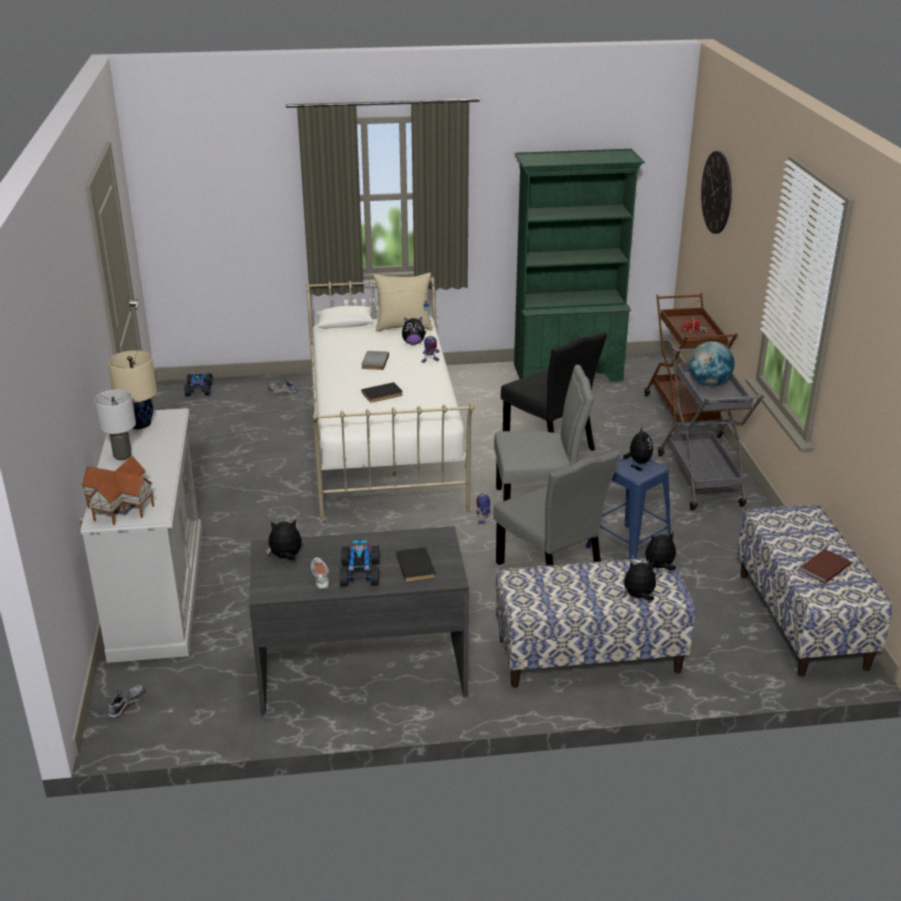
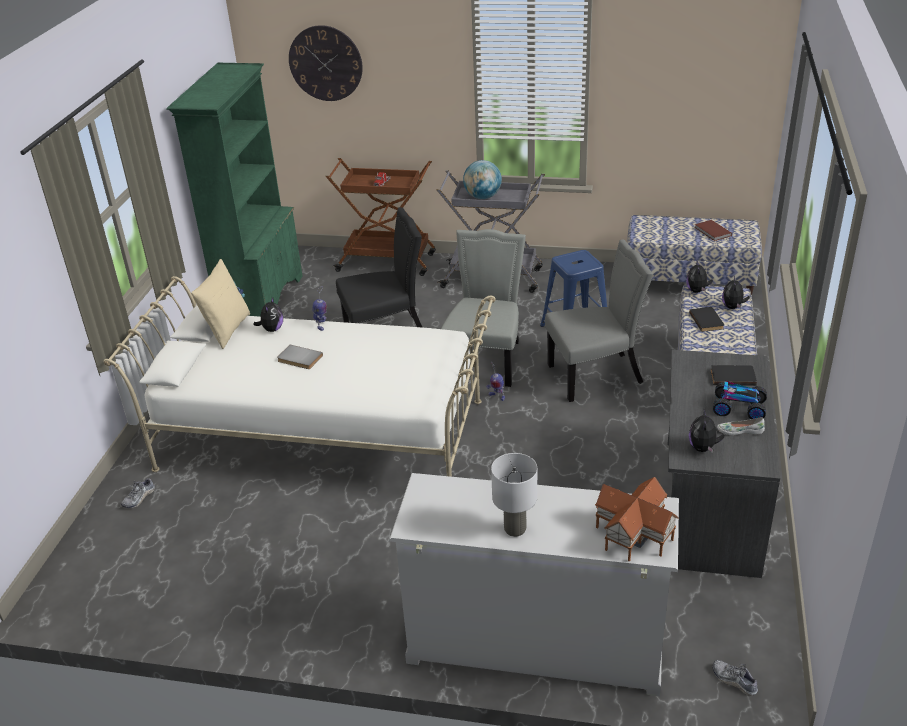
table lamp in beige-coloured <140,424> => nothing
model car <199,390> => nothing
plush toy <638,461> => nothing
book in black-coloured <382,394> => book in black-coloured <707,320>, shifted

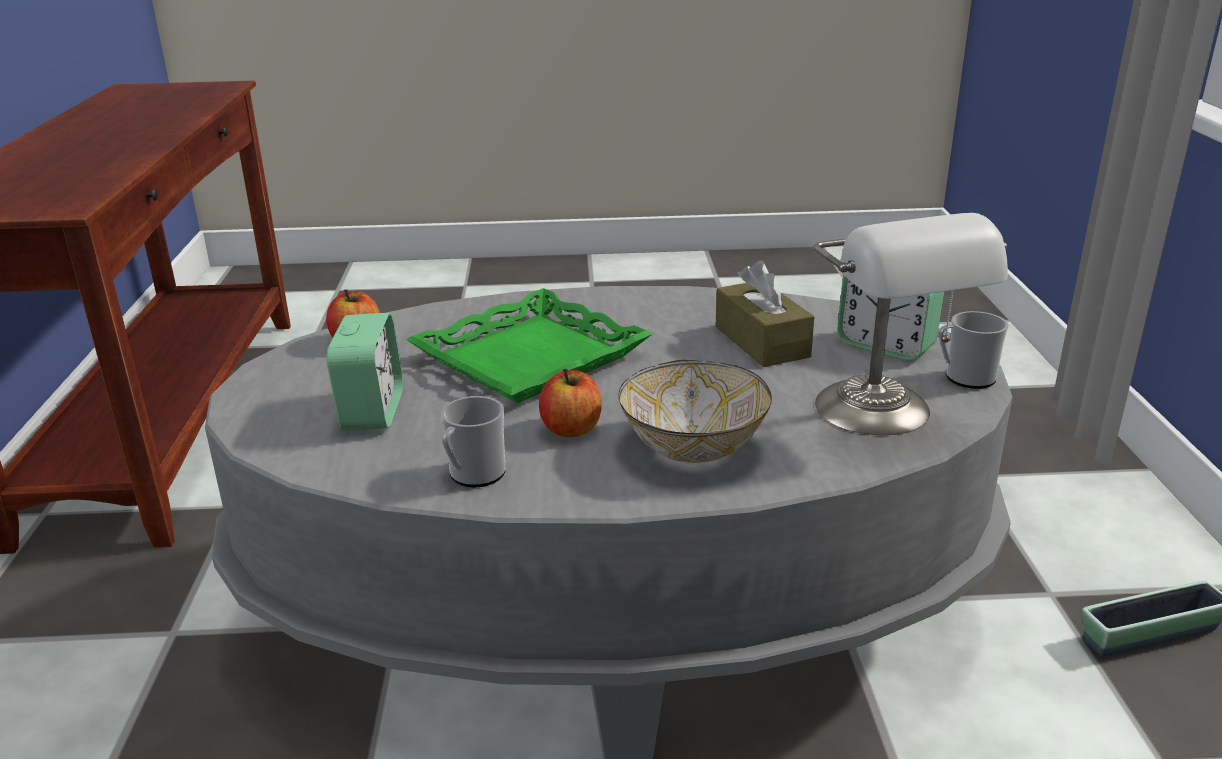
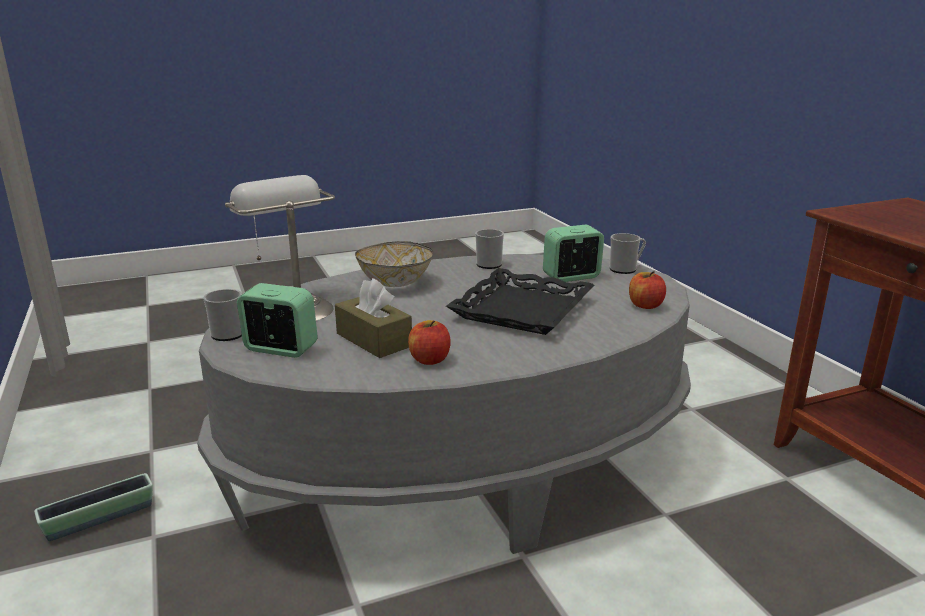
nothing => tea mug <625,269>
apple <571,429> => apple <429,359>, shifted
tray in green <529,357> => tray in black-coloured <523,310>
alarm clock <372,411> => alarm clock <571,277>, 90 degrees clockwise

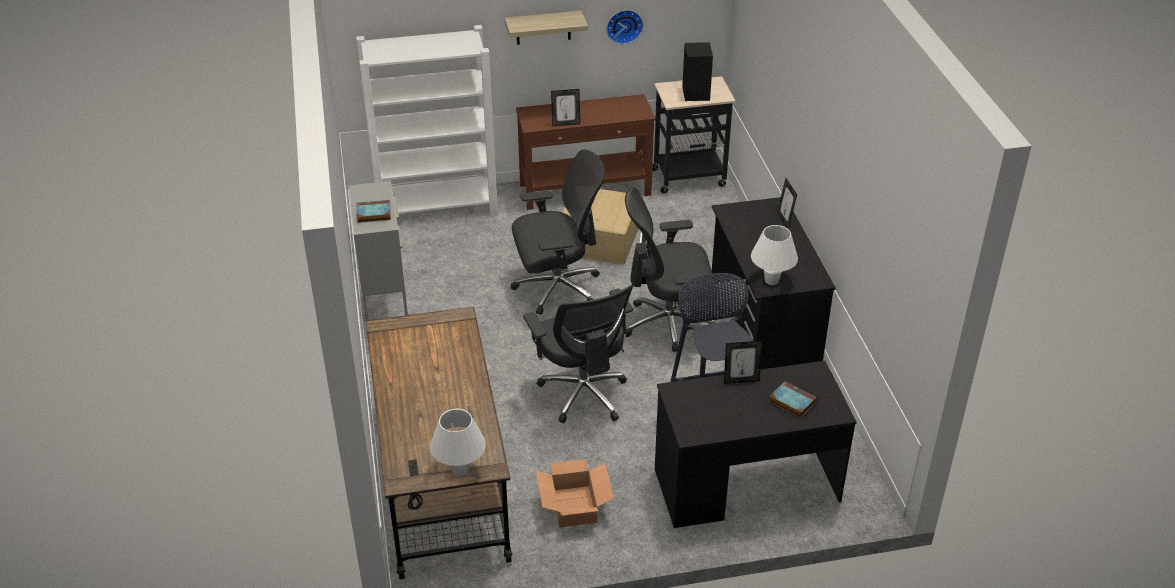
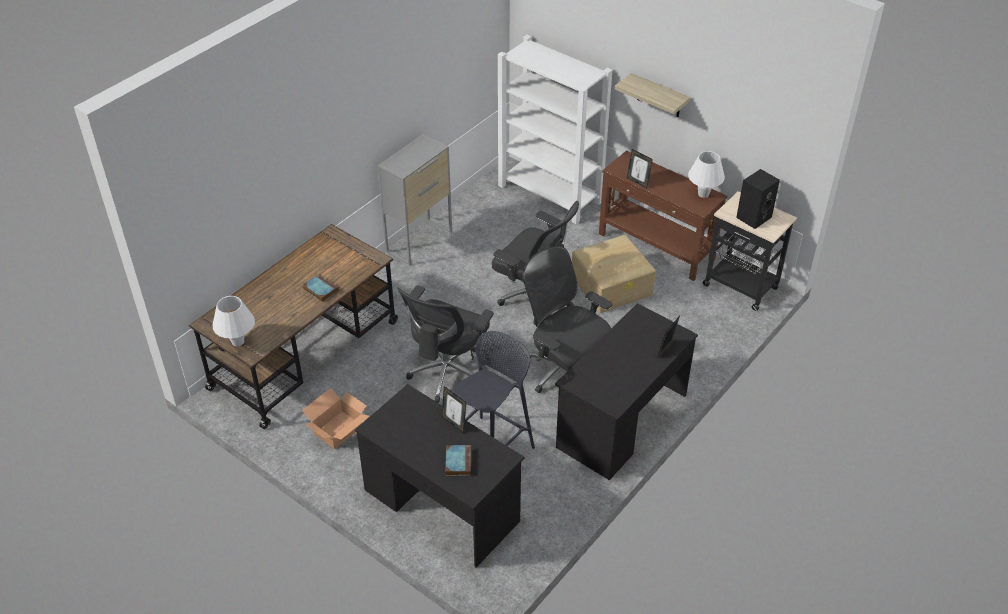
hanging clock <624,25> => nothing
book <373,214> => book <320,289>, shifted
table lamp in whitish <771,280> => table lamp in whitish <703,194>, shifted

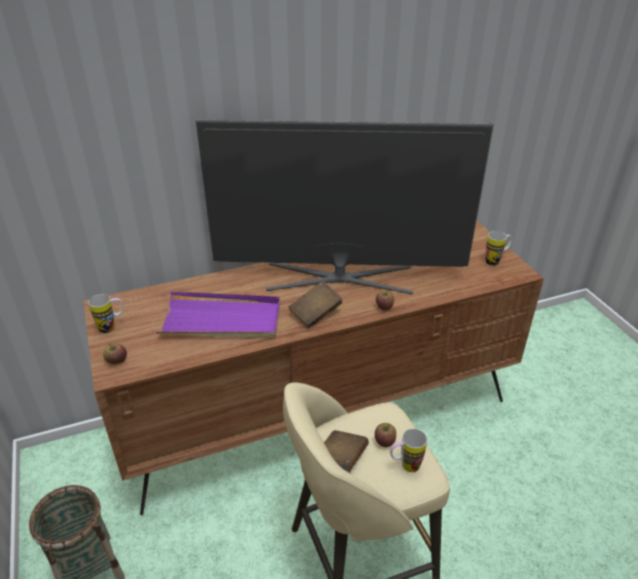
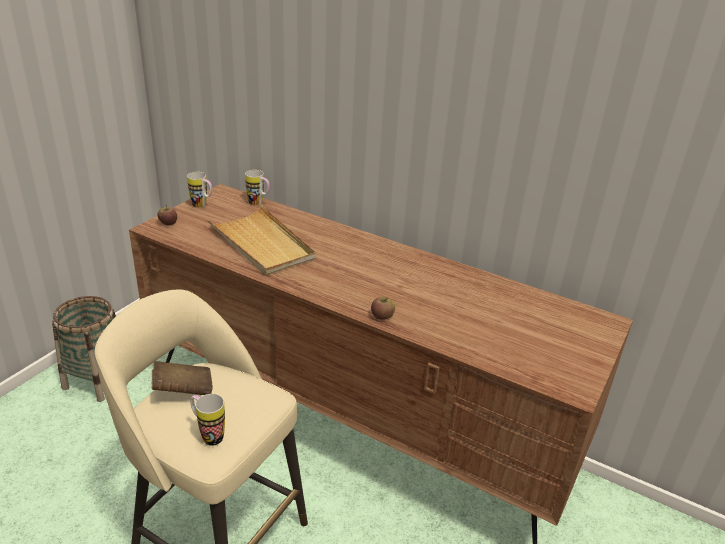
TV set <340,277> => nothing
book in brownish <315,314> => nothing
apple <384,441> => nothing
tea mug <495,261> => tea mug <259,203>, shifted
tray in purple-coloured <222,320> => tray in beige-coloured <261,243>

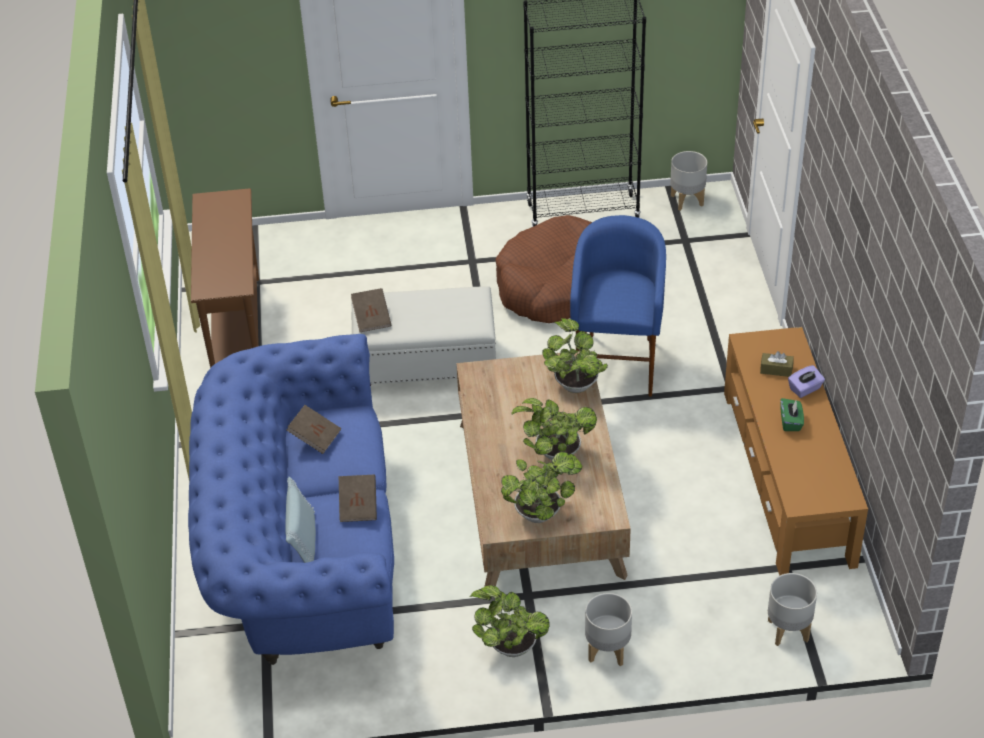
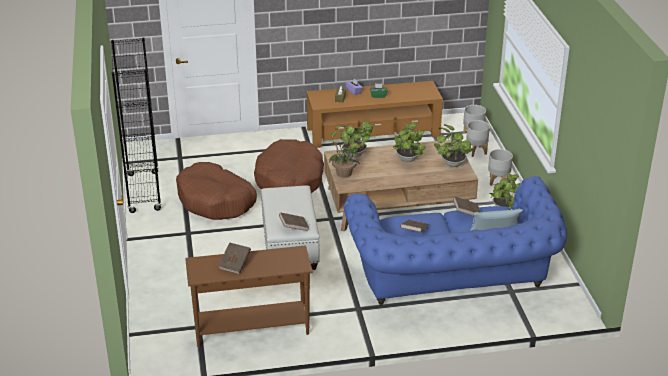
nothing => book in brownish <235,264>
nothing => potted plant <344,174>
plant pot in greyish <687,201> => plant pot in greyish <476,151>, shifted
stool in blue <617,364> => dog cushion in brownish <290,180>

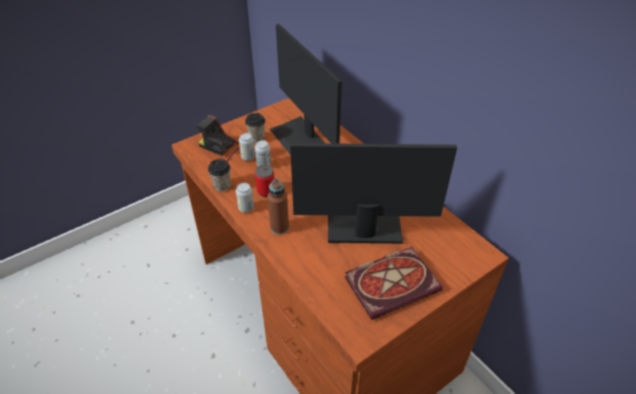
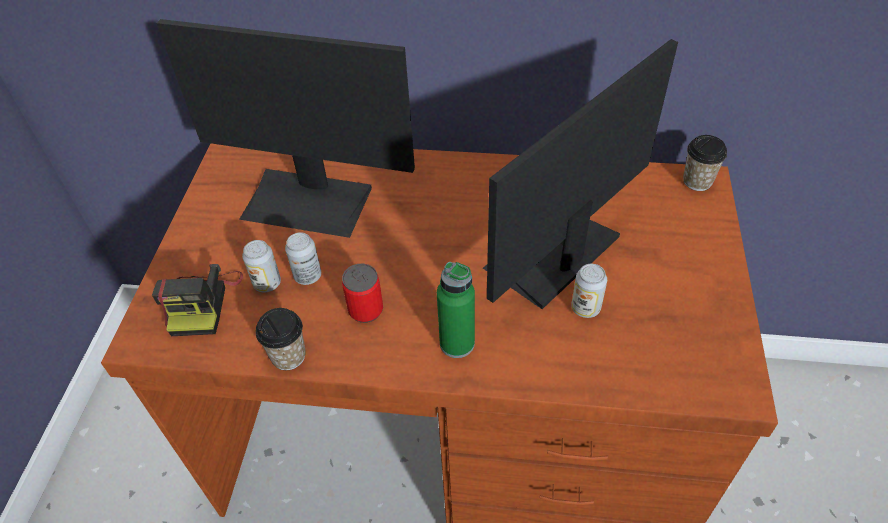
book <393,282> => nothing
can <246,208> => can <585,308>, shifted
drinking cup <257,138> => drinking cup <697,181>, shifted
bottle in brownish <279,227> => bottle in green <457,343>
photo camera <221,148> => photo camera <203,302>, 75 degrees counterclockwise

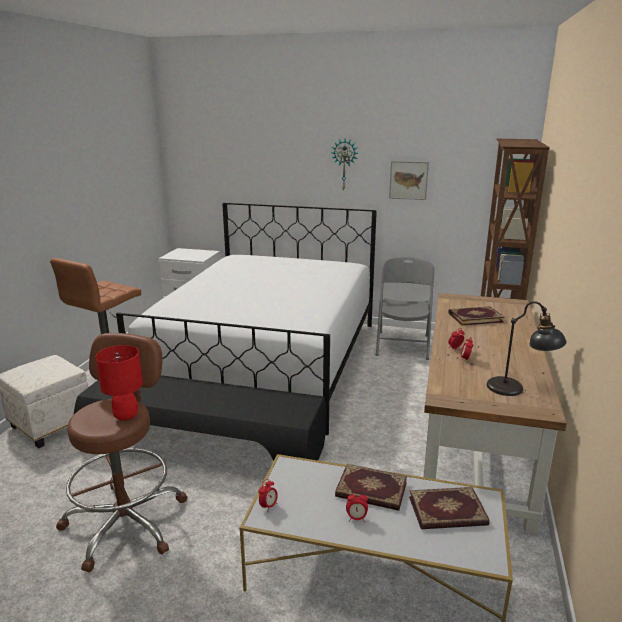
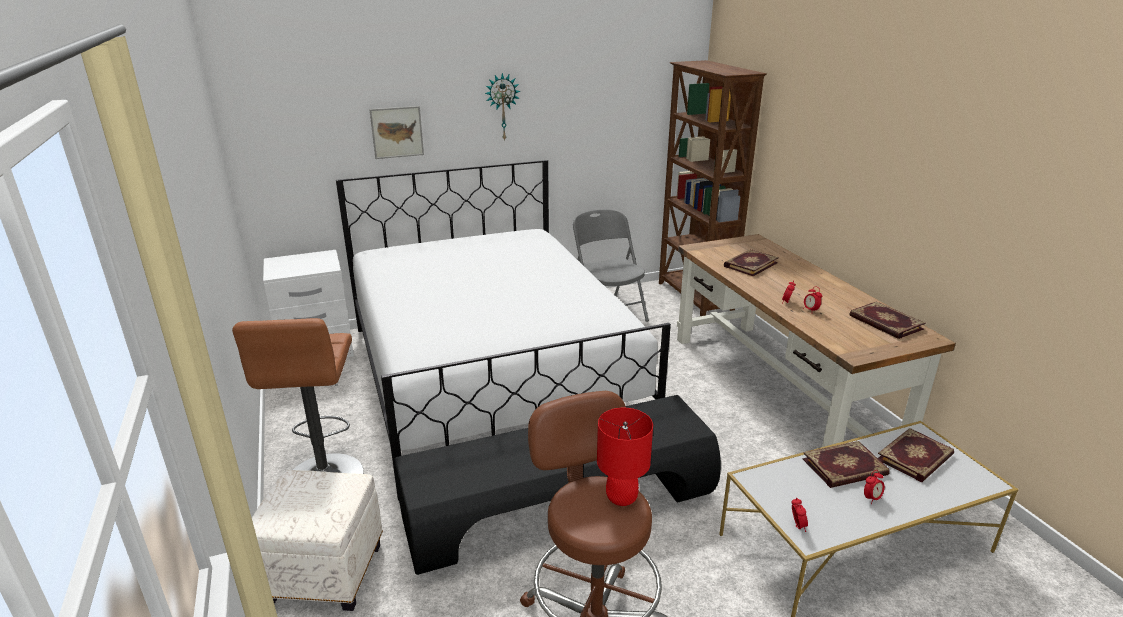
wall picture <408,180> => wall picture <397,132>, shifted
table lamp in greyish <520,387> => book <885,323>

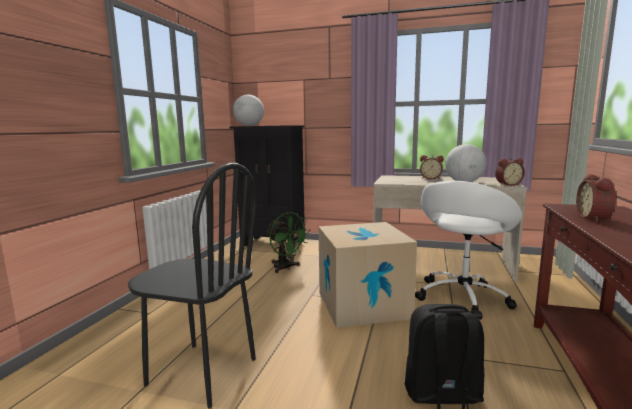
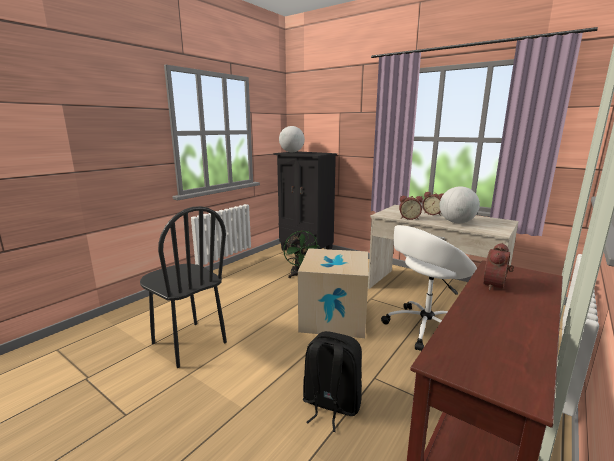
alarm clock <507,184> => alarm clock <409,218>, shifted

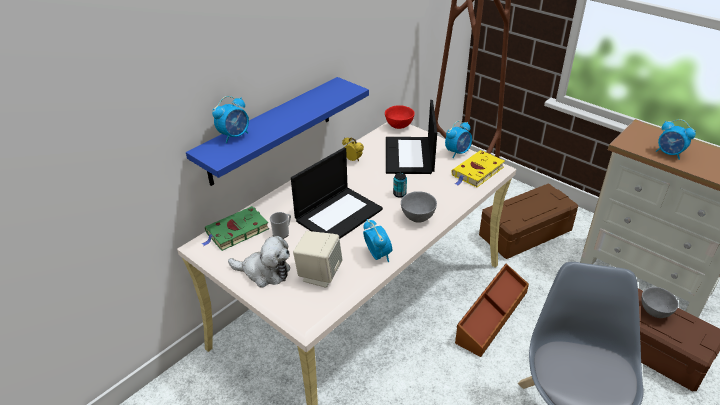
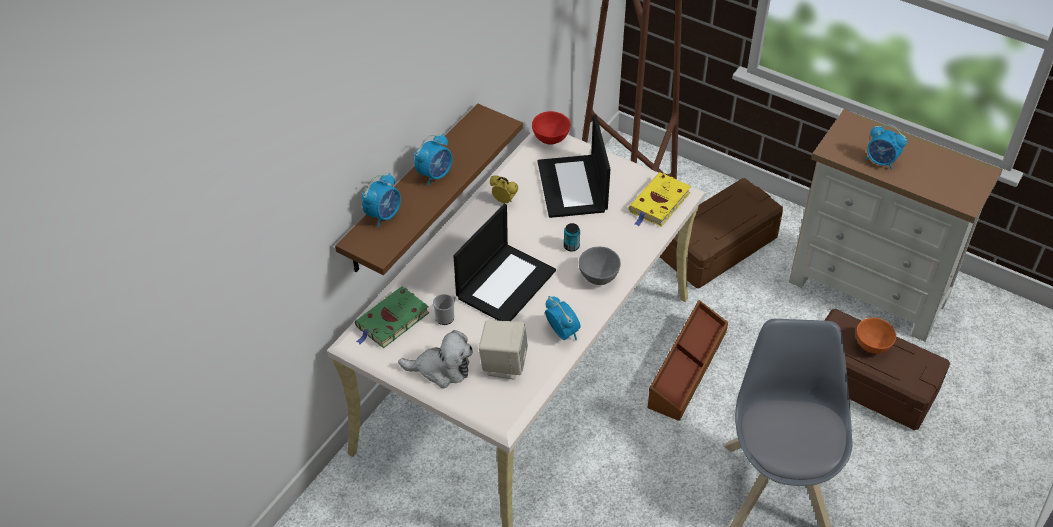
alarm clock <457,152> => alarm clock <435,175>, shifted
wall shelf in blue <271,130> => wall shelf in brownish <411,190>
bowl in greyish <654,311> => bowl in orange <872,345>

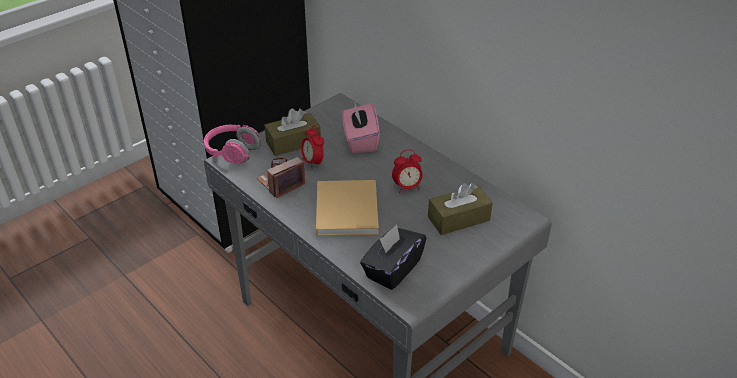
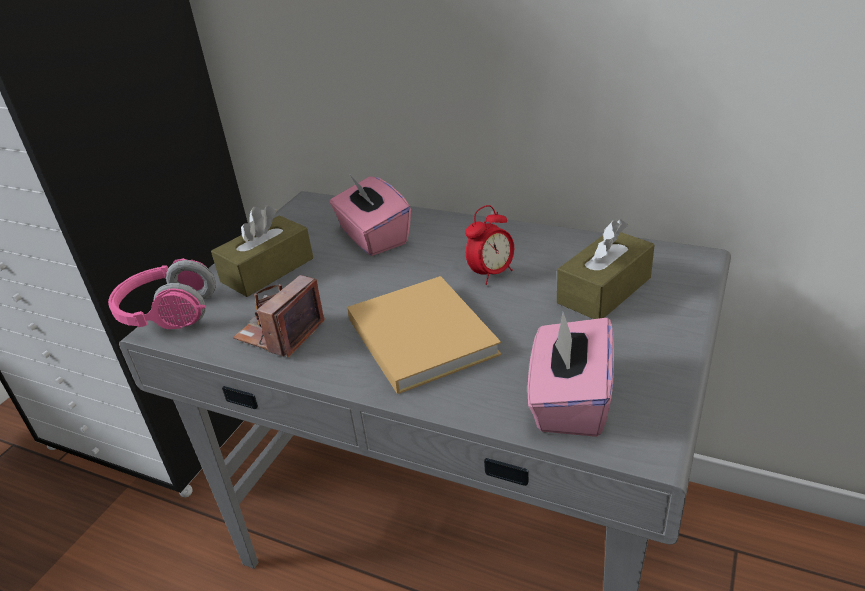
alarm clock <313,162> => nothing
tissue holder in black-coloured <392,269> => tissue holder in pink <569,401>

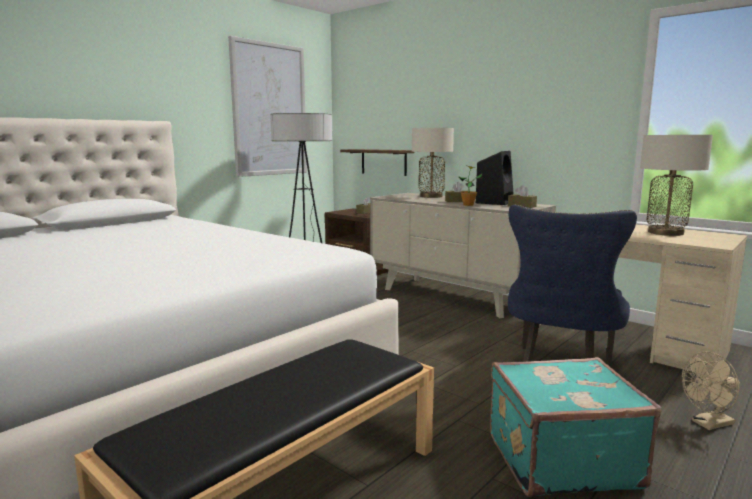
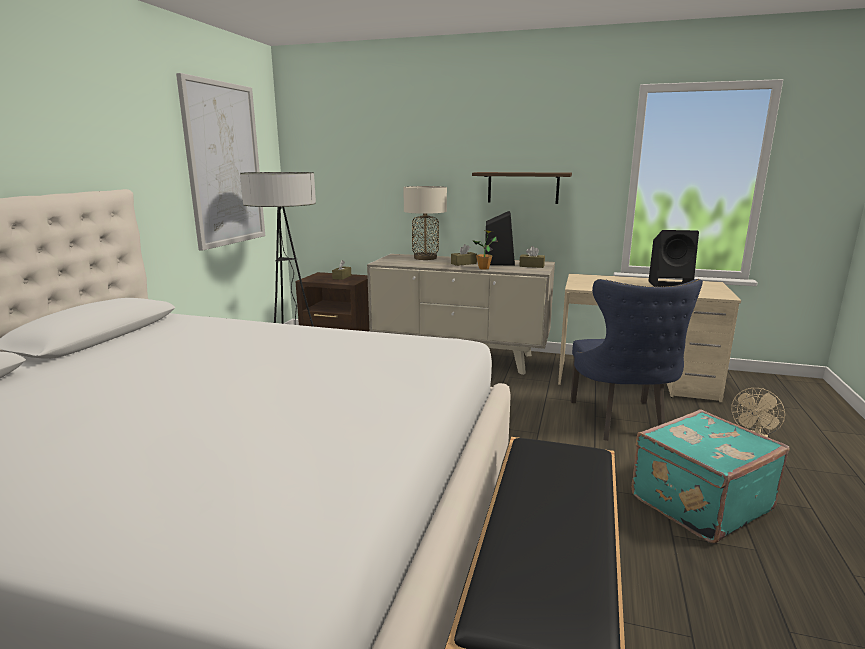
wall shelf <383,162> => wall shelf <523,187>, shifted
table lamp <665,233> => loudspeaker in black-coloured <671,285>

